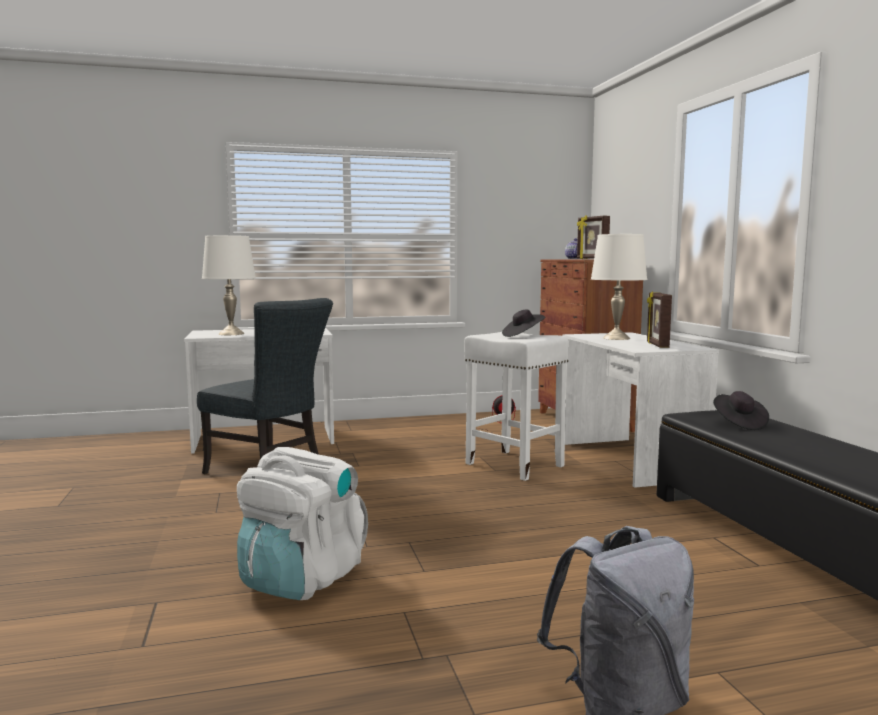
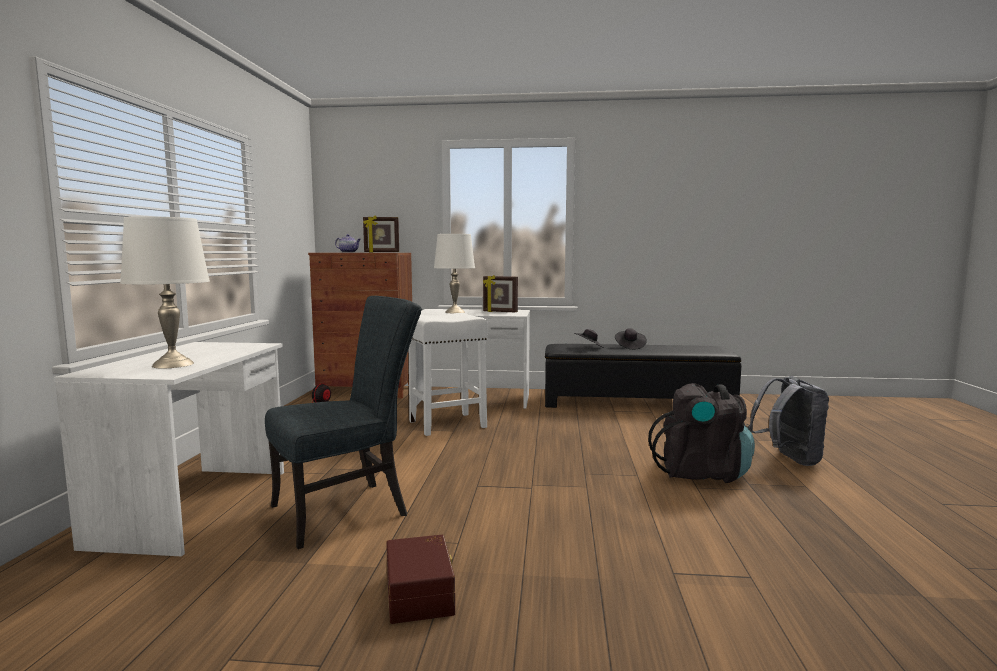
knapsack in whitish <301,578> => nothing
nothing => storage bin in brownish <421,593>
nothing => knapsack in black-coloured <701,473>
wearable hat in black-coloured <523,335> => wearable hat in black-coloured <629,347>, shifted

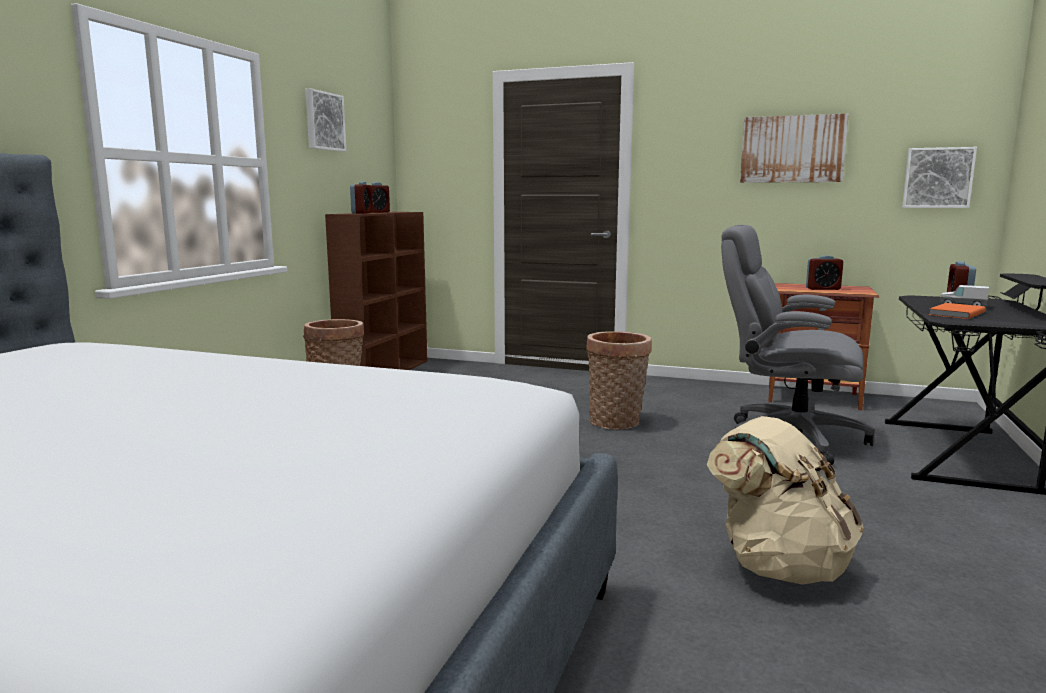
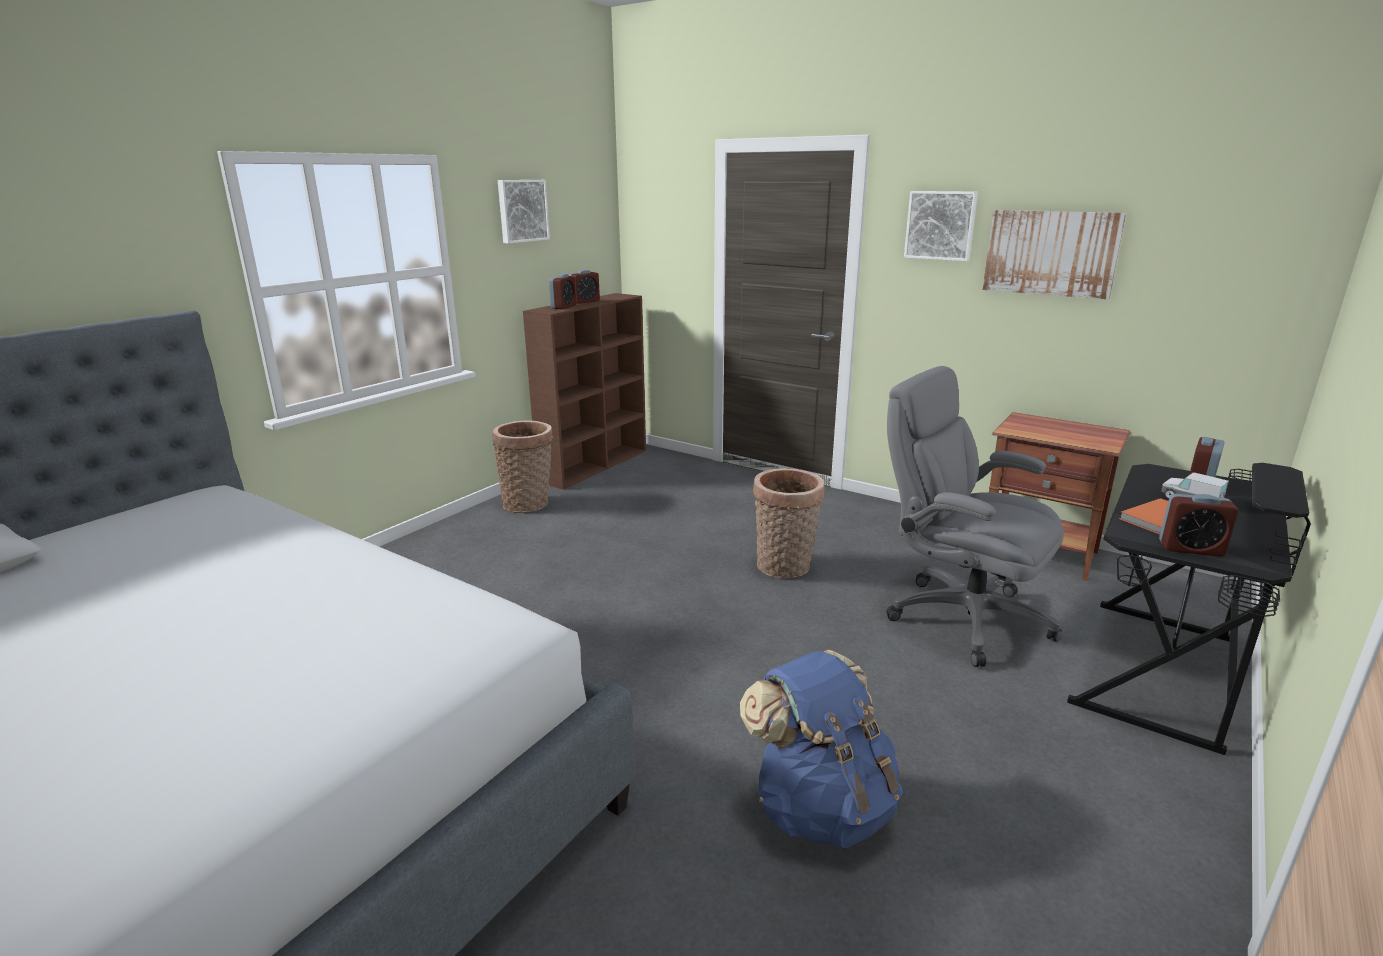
alarm clock <823,289> => alarm clock <1191,549>, shifted
wall picture <937,178> => wall picture <940,225>, shifted
knapsack in beige-coloured <778,566> => knapsack in blue <821,806>

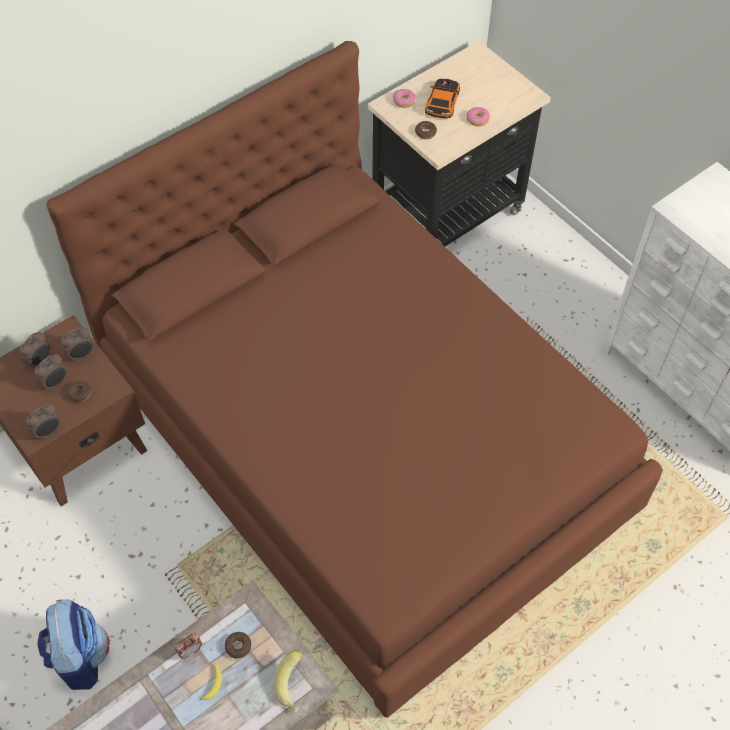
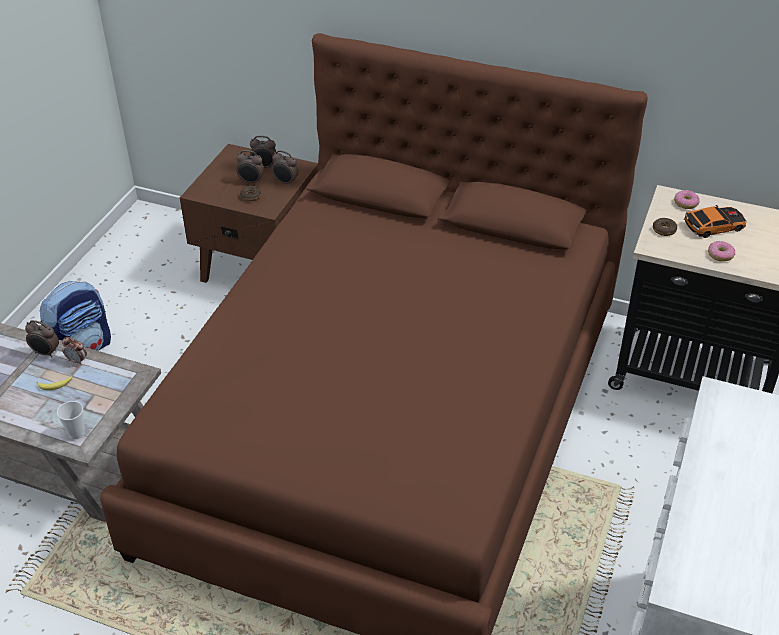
doughnut <238,646> => nothing
alarm clock <48,432> => alarm clock <46,353>, shifted
banana fruit <294,685> => drinking cup <76,433>

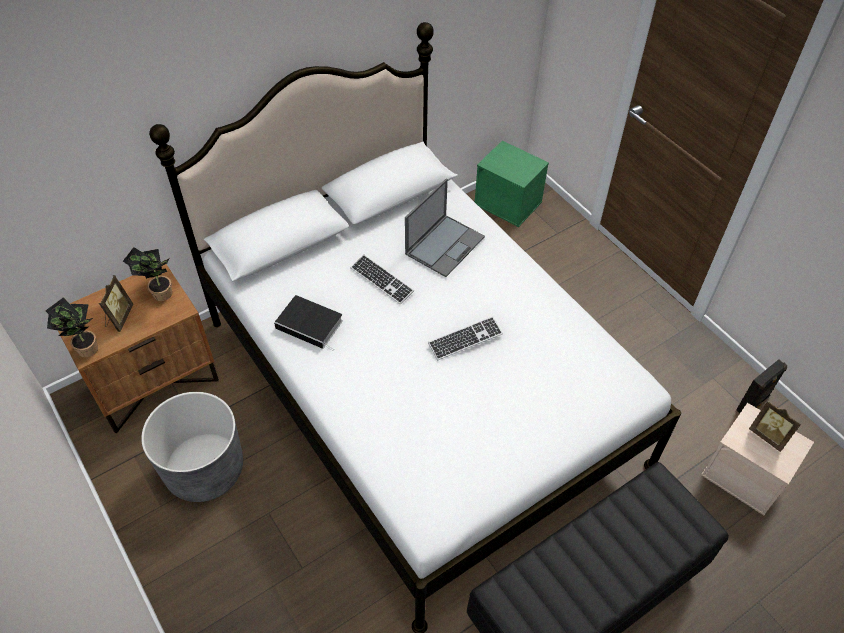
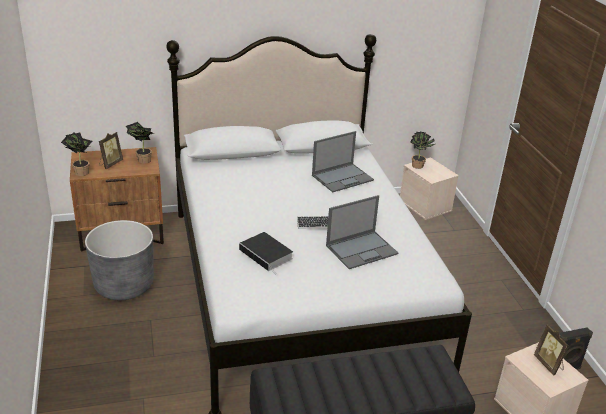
keyboard <382,280> => nothing
nothing => notebook computer <362,249>
nothing => potted plant <419,166>
book <311,325> => book <267,255>, shifted
storage bin in green <509,203> => storage bin in beige-coloured <426,205>

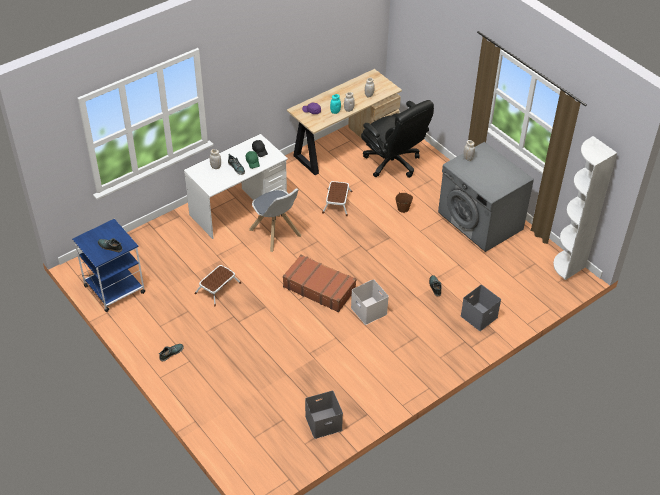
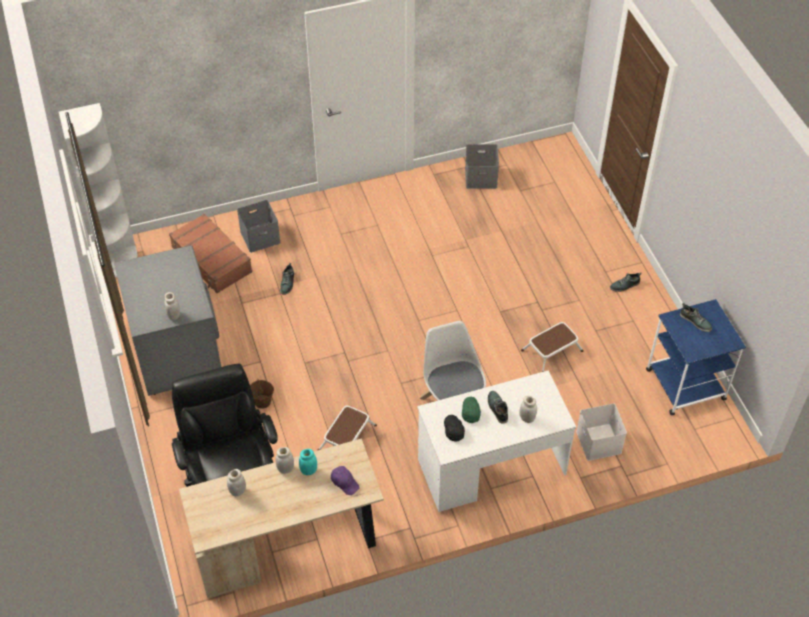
suitcase in brownish <319,288> => suitcase in brownish <211,260>, shifted
storage bin in whitish <368,310> => storage bin in whitish <600,442>, shifted

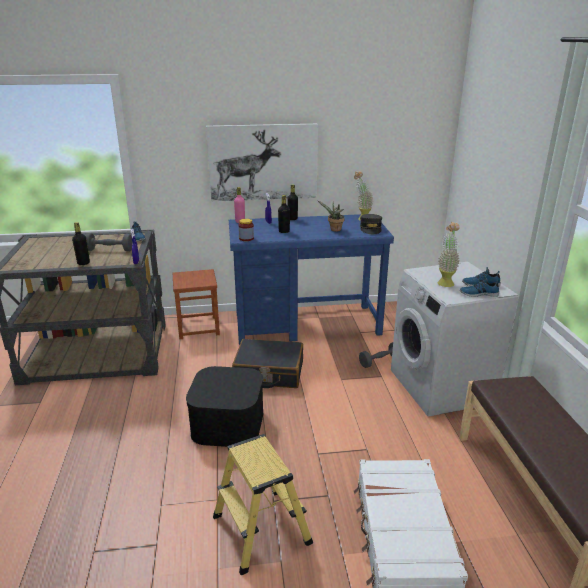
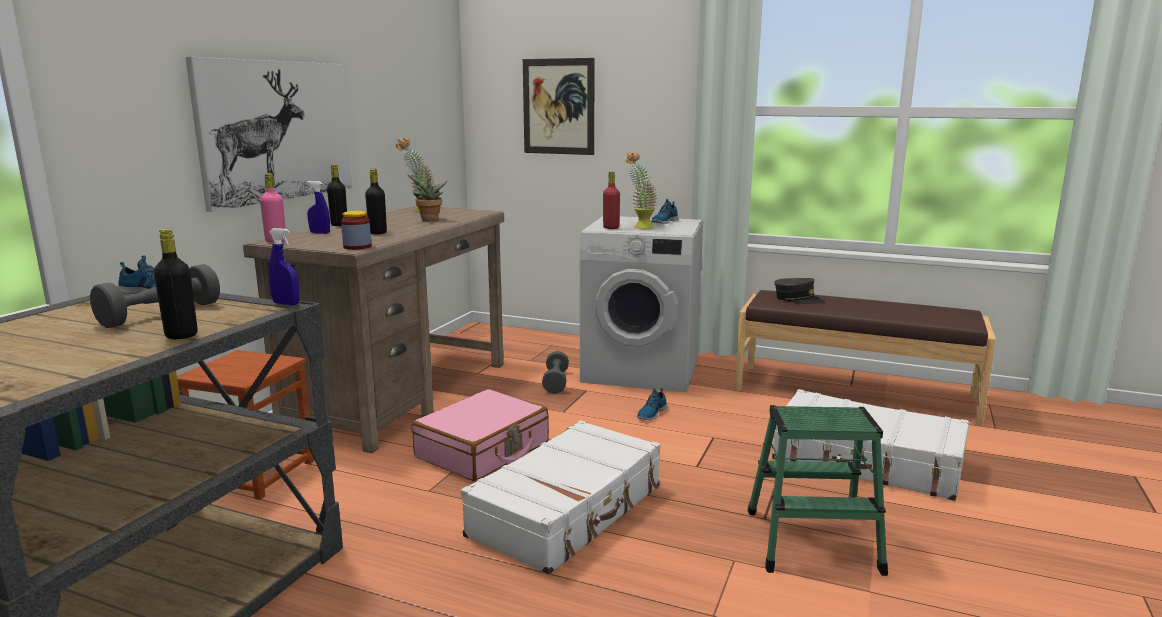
nothing => wall picture <558,106>
nothing => bottle in red-coloured <611,228>
baseball cap in greyish <371,229> => baseball cap in greyish <798,299>, shifted
low shoe <478,294> => low shoe <651,413>, shifted
storage bin in black-coloured <228,423> => suitcase in whitish <568,511>
step ladder in yellow <262,529> => step ladder in green <813,540>
desk table in blue <307,323> => desk table in brownish <400,394>
suitcase in black-coloured <269,372> => suitcase in pink <483,450>

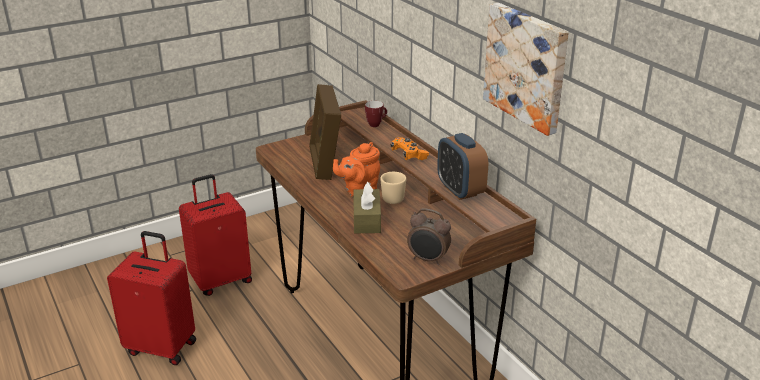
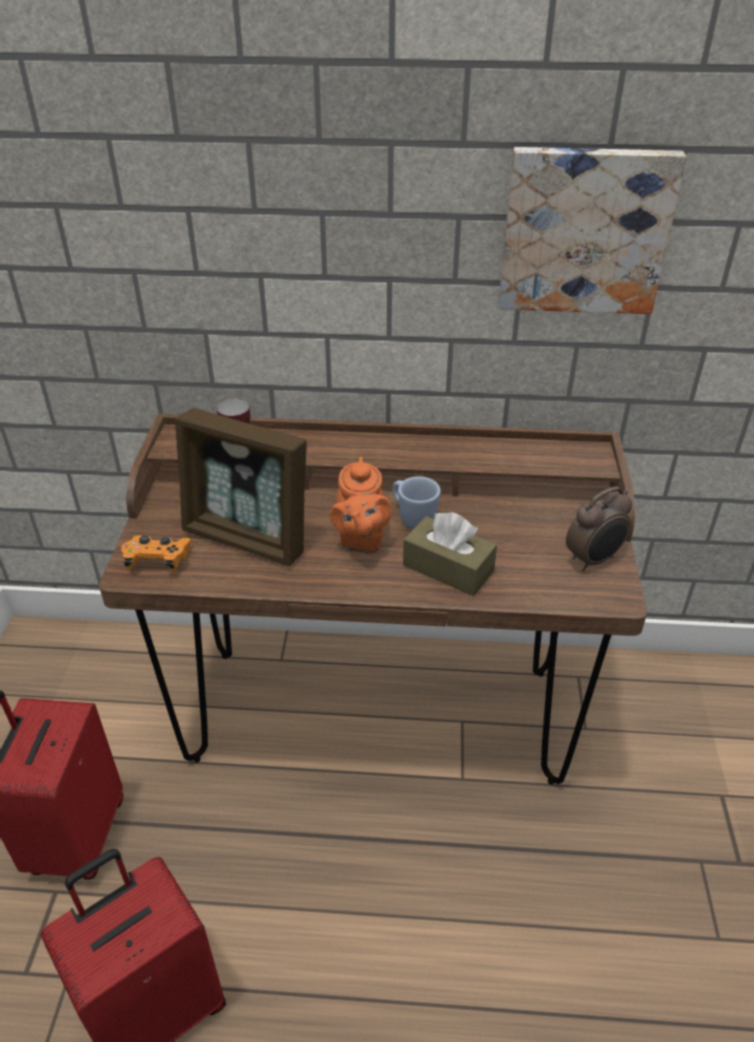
alarm clock <460,190> => nothing
gamepad in orange <409,155> => gamepad in orange <158,560>, shifted
tea mug in beige-coloured <394,197> => tea mug in blue <412,518>

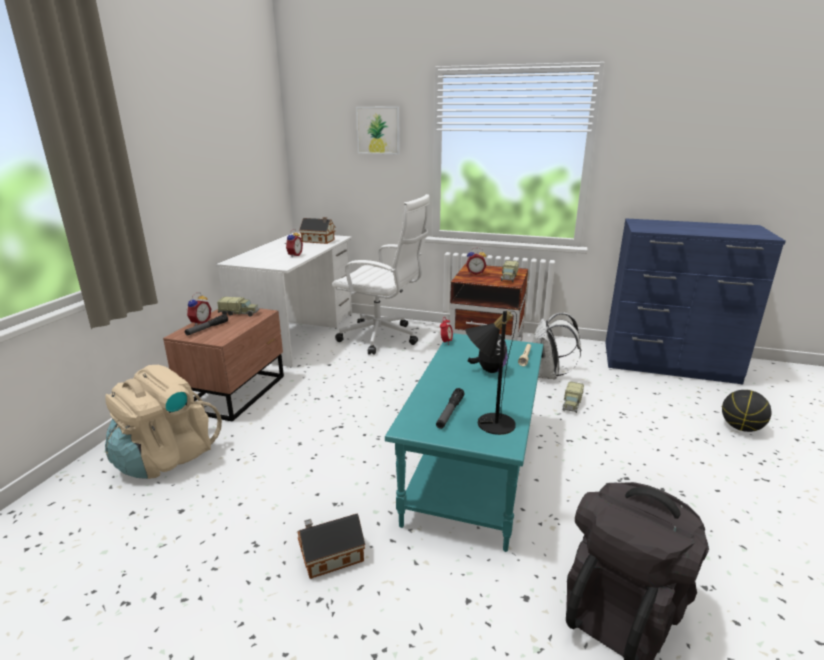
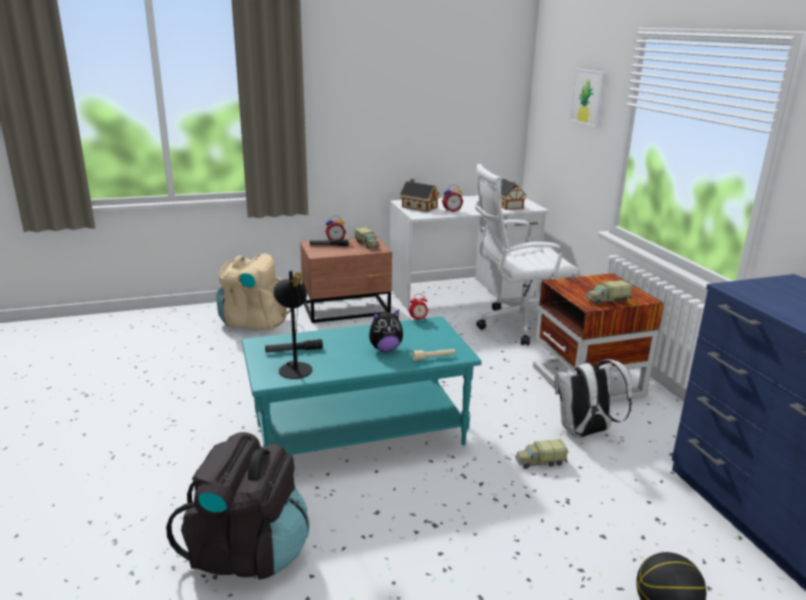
alarm clock <475,273> => nothing
model house <329,556> => model house <418,207>, shifted
computer chair in whitish <382,338> => computer chair in whitish <517,325>, 90 degrees clockwise

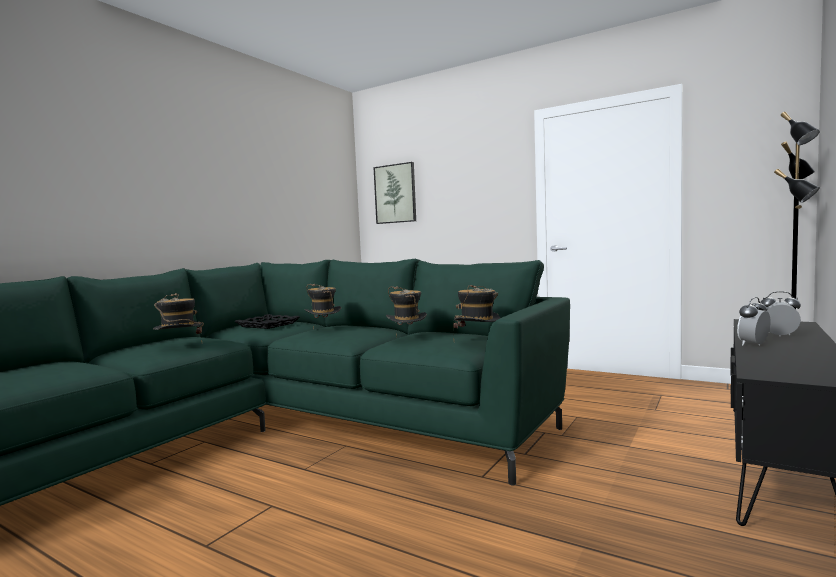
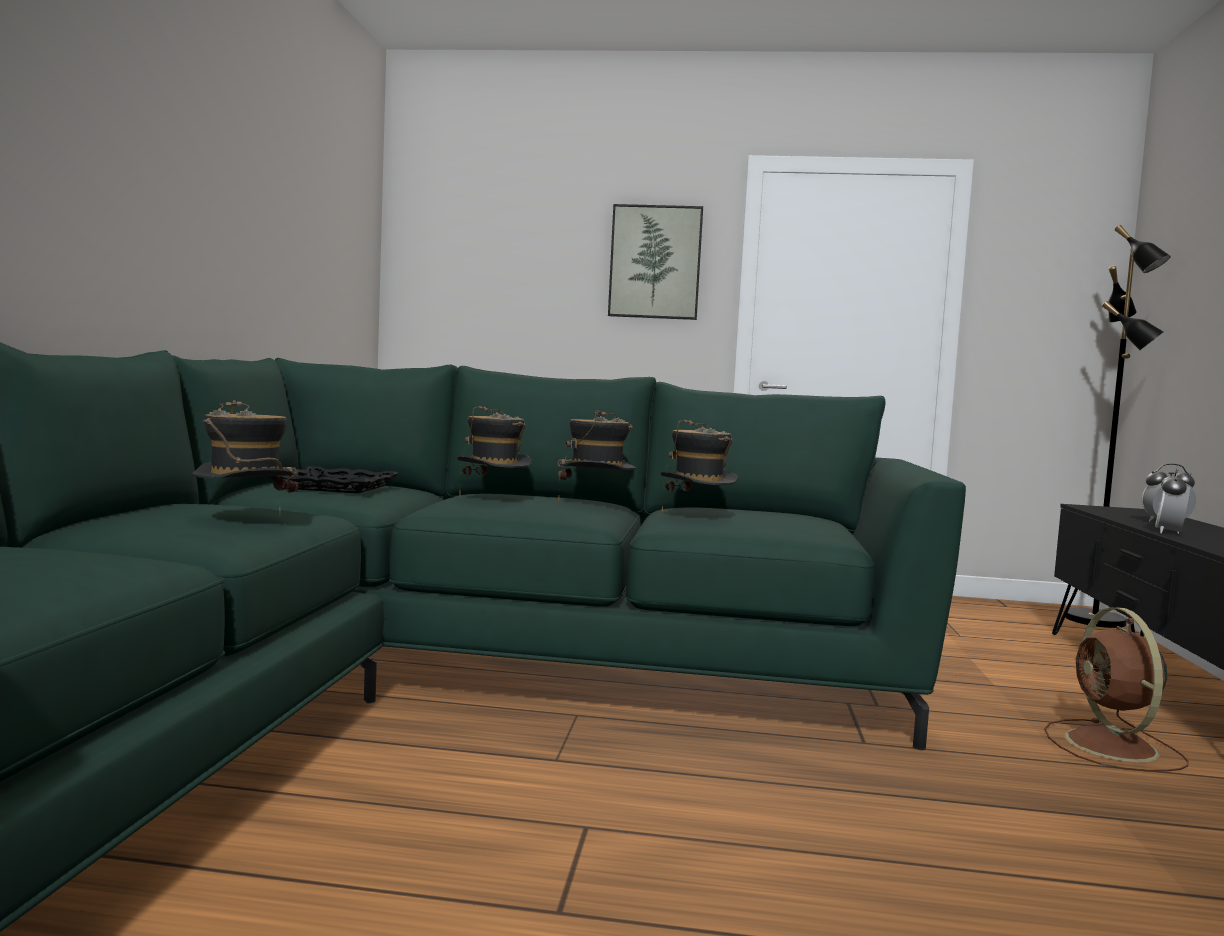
nothing => fan in brownish <1113,747>
wall picture <395,193> => wall picture <655,262>, shifted
wearable hat <477,342> => wearable hat <595,503>, shifted

